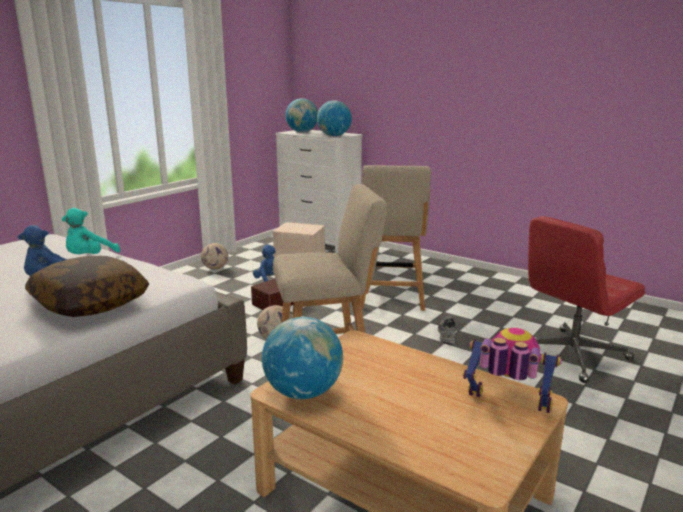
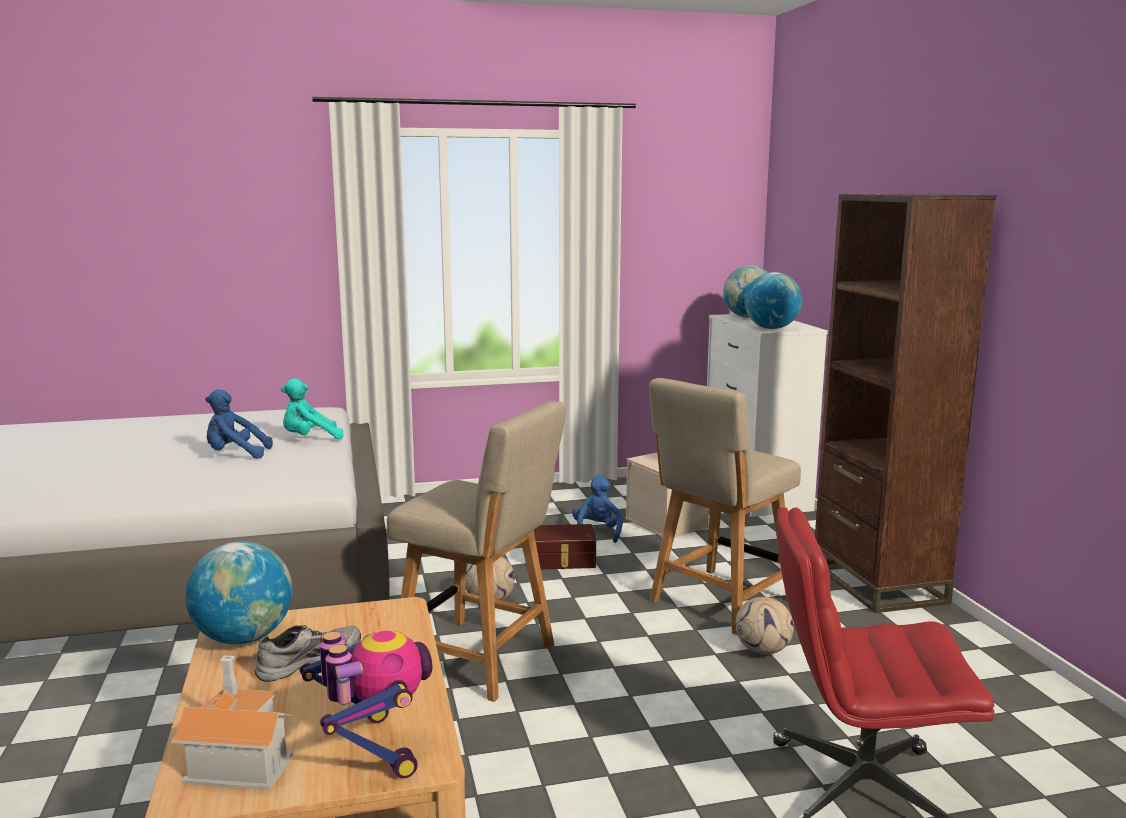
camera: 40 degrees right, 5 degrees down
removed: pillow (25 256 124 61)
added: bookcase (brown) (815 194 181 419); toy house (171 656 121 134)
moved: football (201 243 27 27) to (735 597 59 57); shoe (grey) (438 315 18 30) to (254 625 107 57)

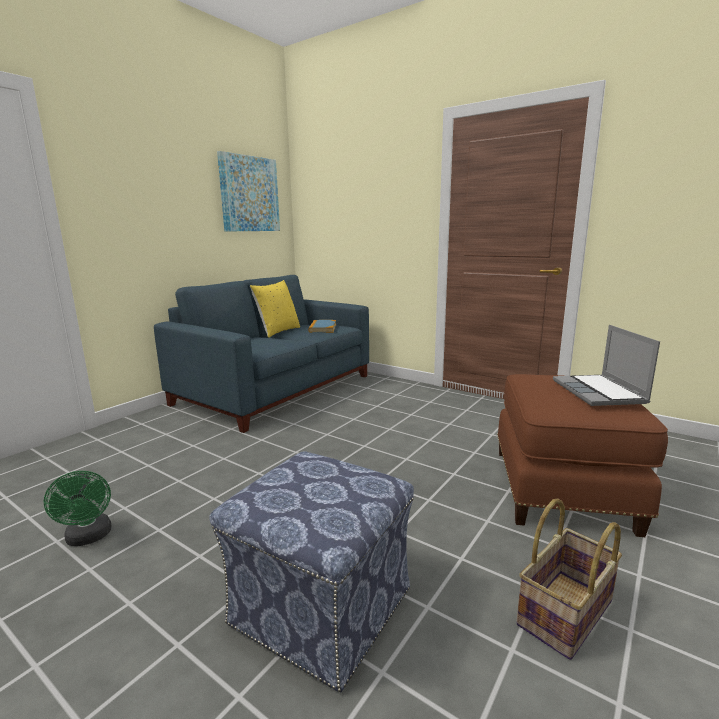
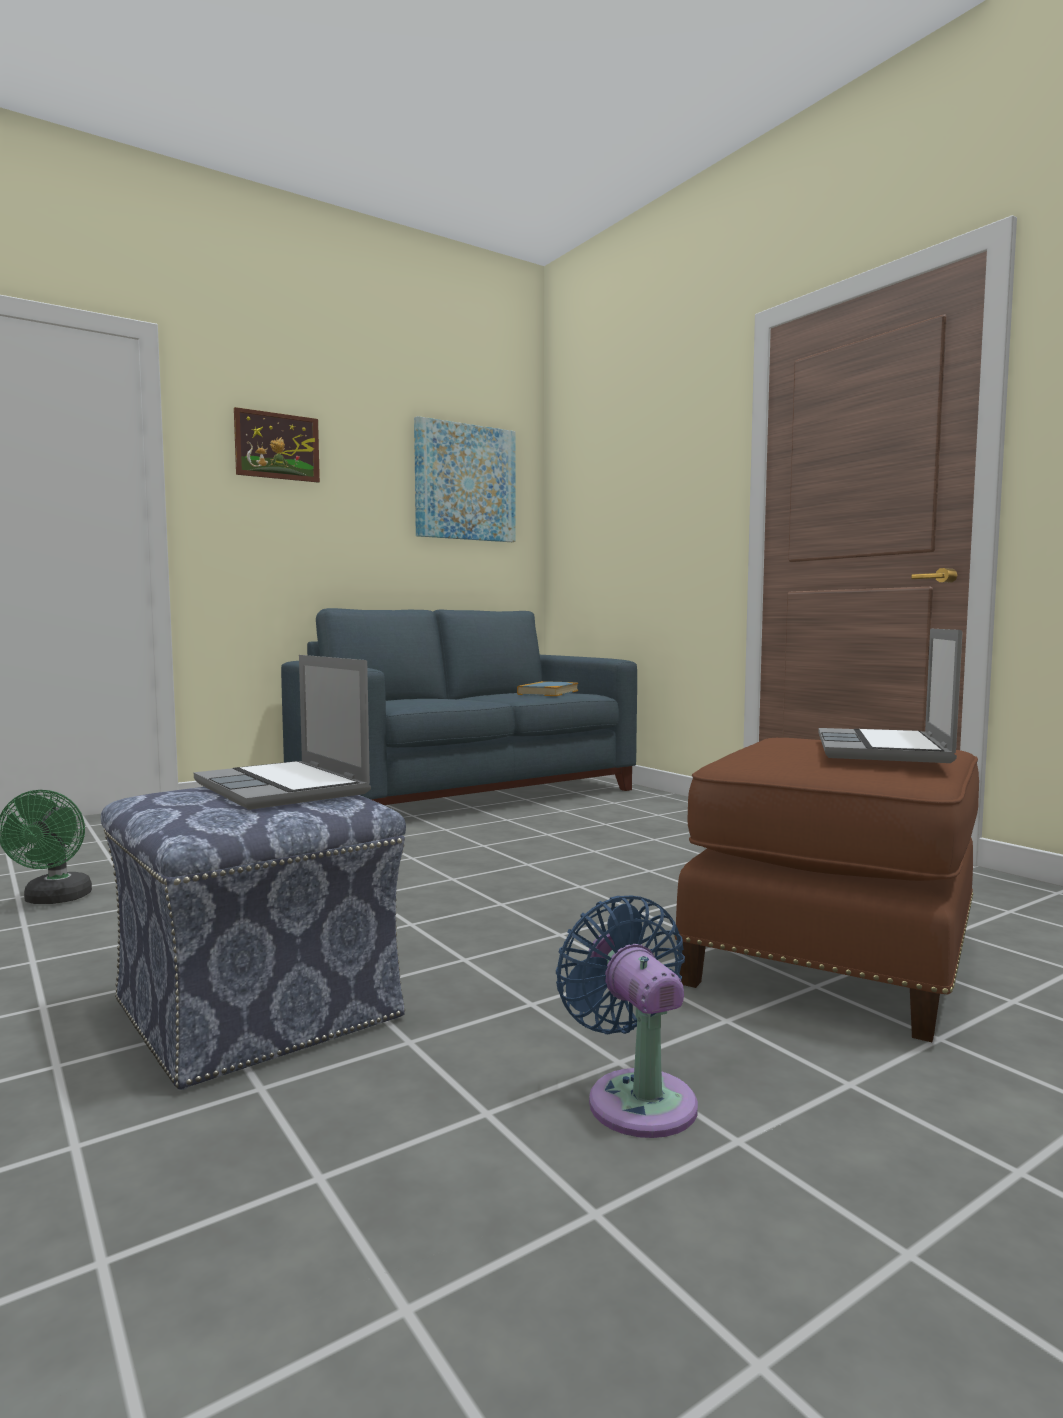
camera: 20 degrees right, 10 degrees down
removed: pillow (yellow) (250 280 50 58)
added: picture (234 407 86 76); laptop (194 655 177 155)
replaced: basket (516 499 106 161) to fan (blue) (556 896 142 242)

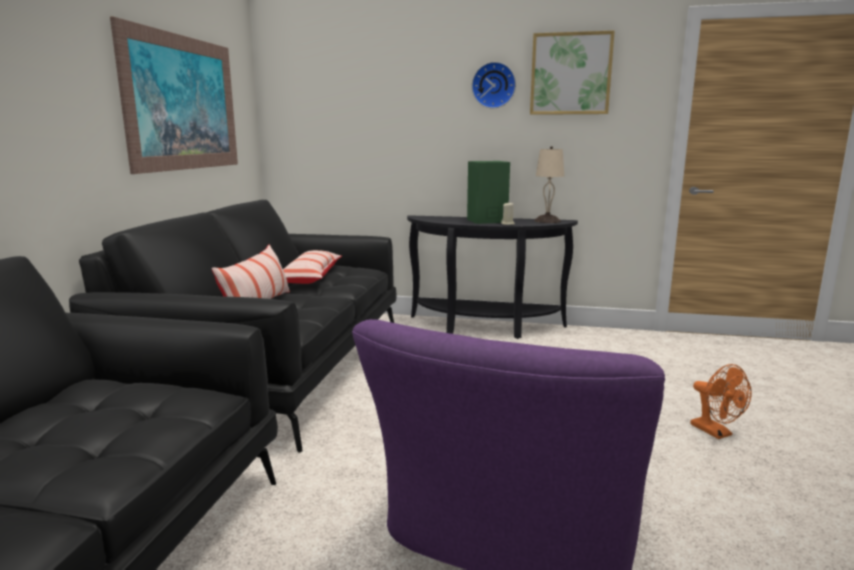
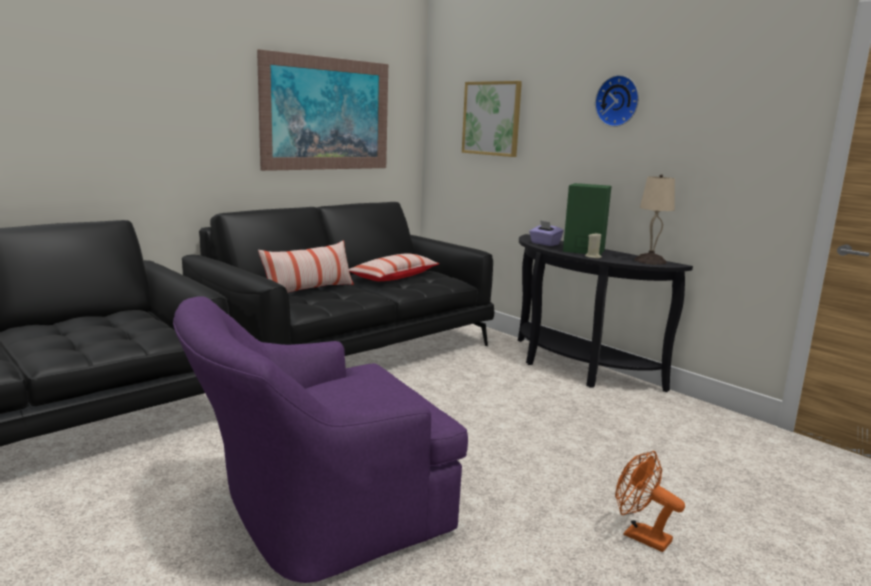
camera: 35 degrees right, 0 degrees up
added: tissue box (purple) (529 220 34 26)
moved: picture (530 30 85 85) to (462 81 60 76)
turned: fan (orange) (690 364 62 75) = (615 451 70 101) 120 degrees clockwise

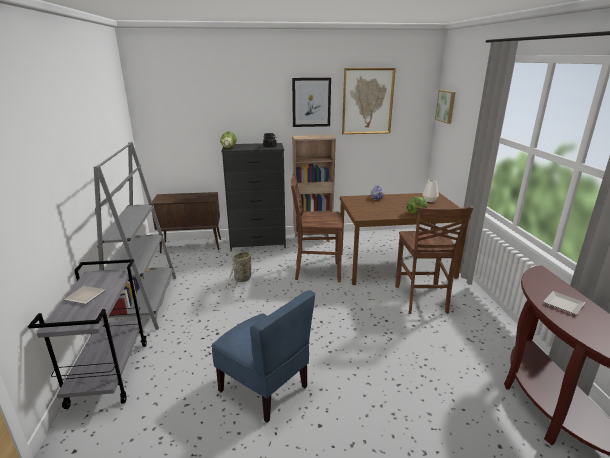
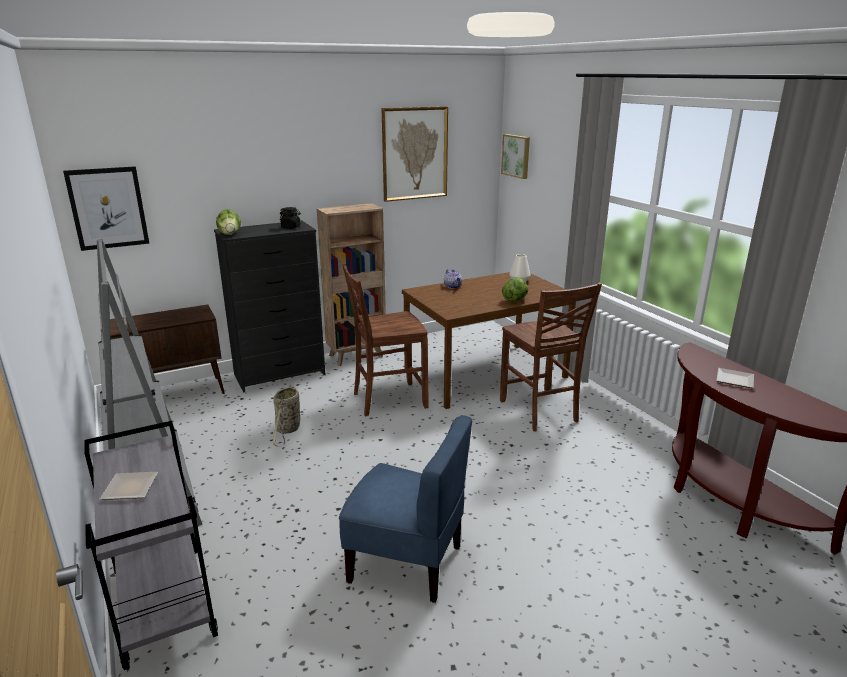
camera: 20 degrees left, 0 degrees up
moved: picture (292 78 39 49) to (63 166 86 85)

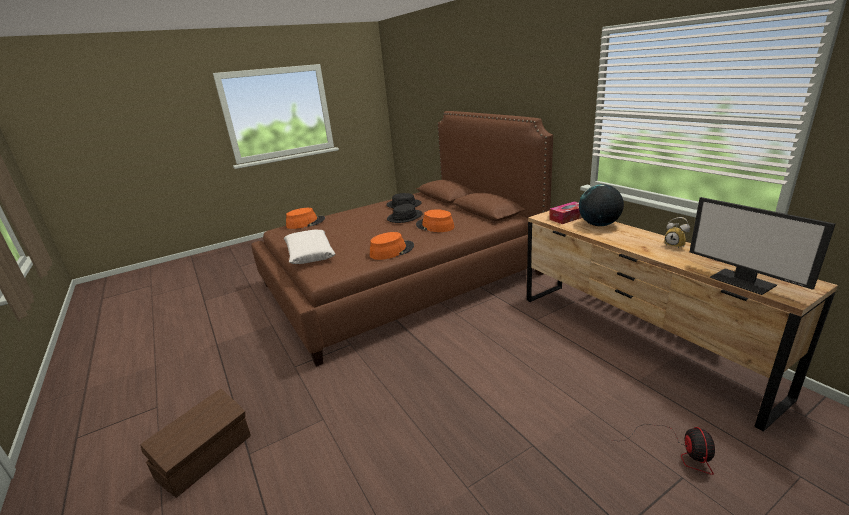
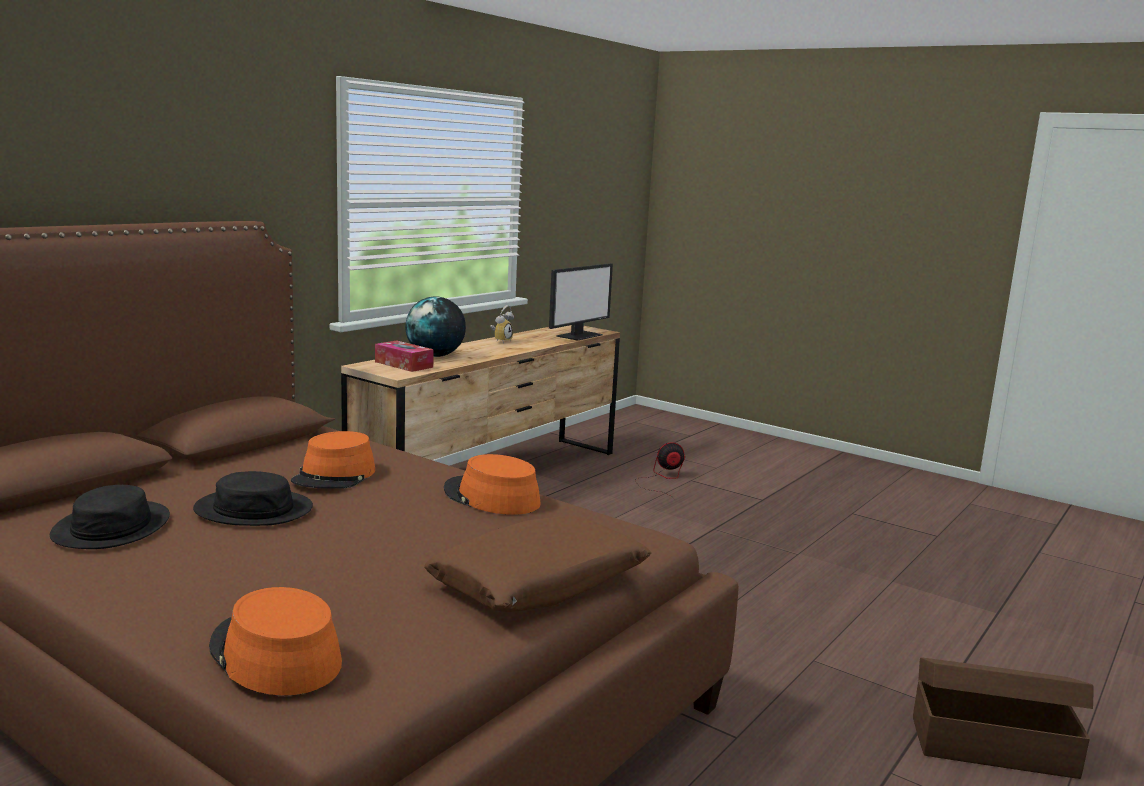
camera: 115 degrees left, 10 degrees down
recoloured: pillow (white) (284 230 51 34) to pillow (brown) (424 516 227 96)

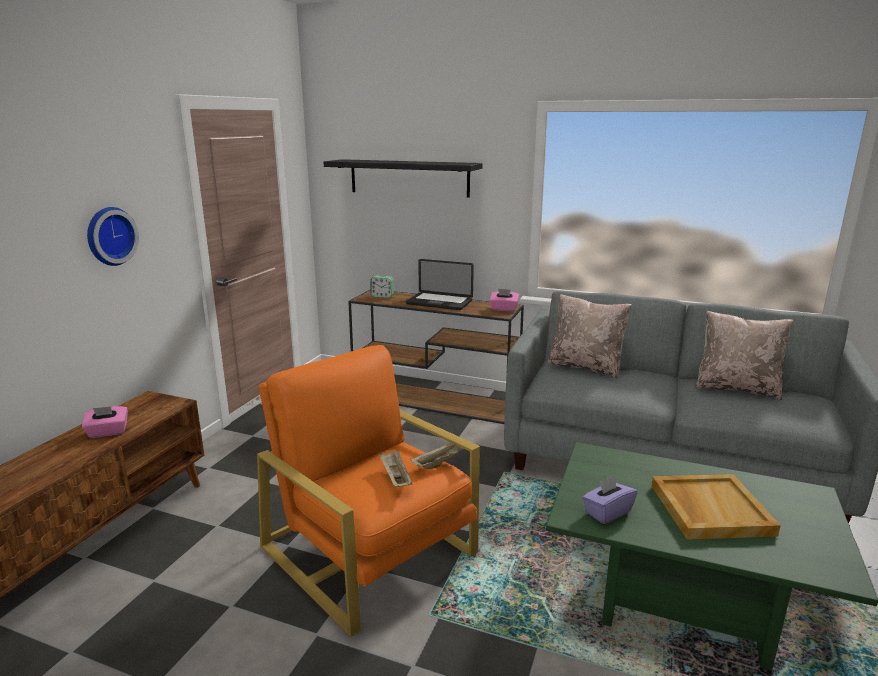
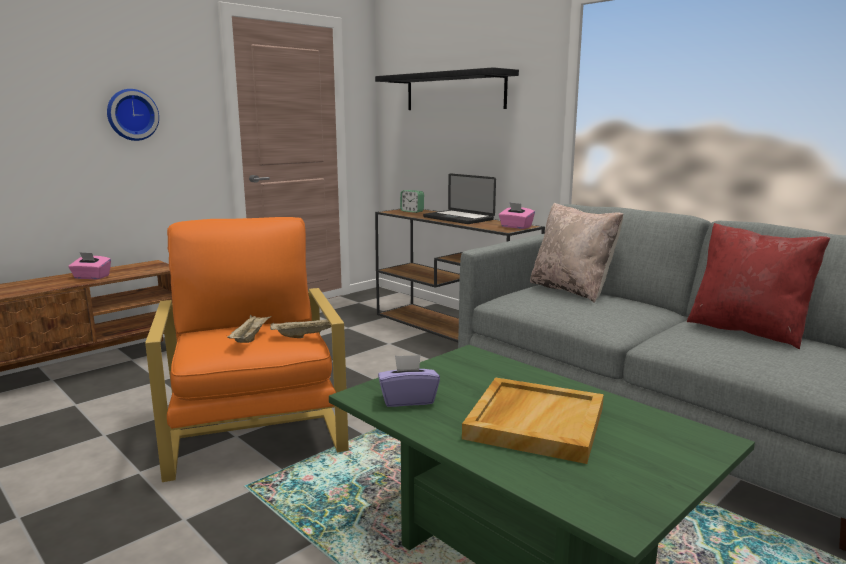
camera: 25 degrees right, 5 degrees down
recoloured: pillow (beige) (694 311 99 89) to pillow (red) (687 223 143 126)

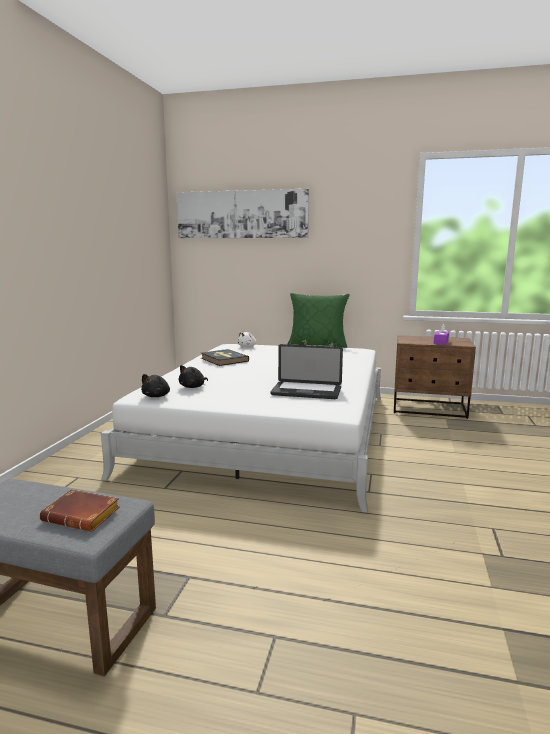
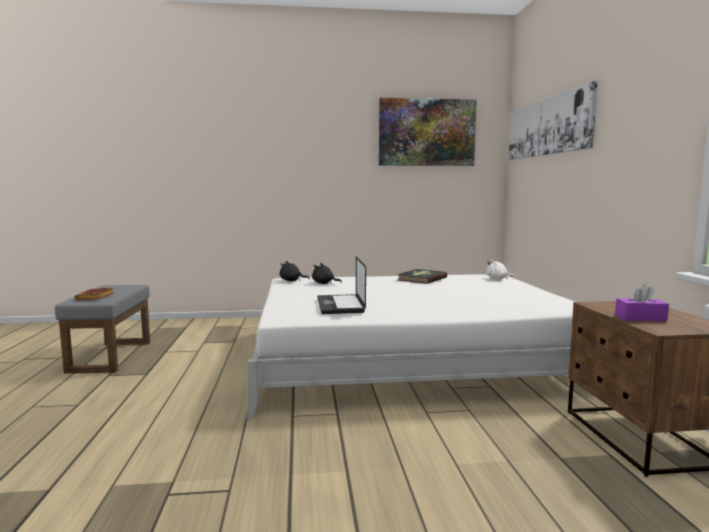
camera: 70 degrees right, 5 degrees down
removed: pillow (green) (287 293 63 55)
added: picture (379 98 98 68)

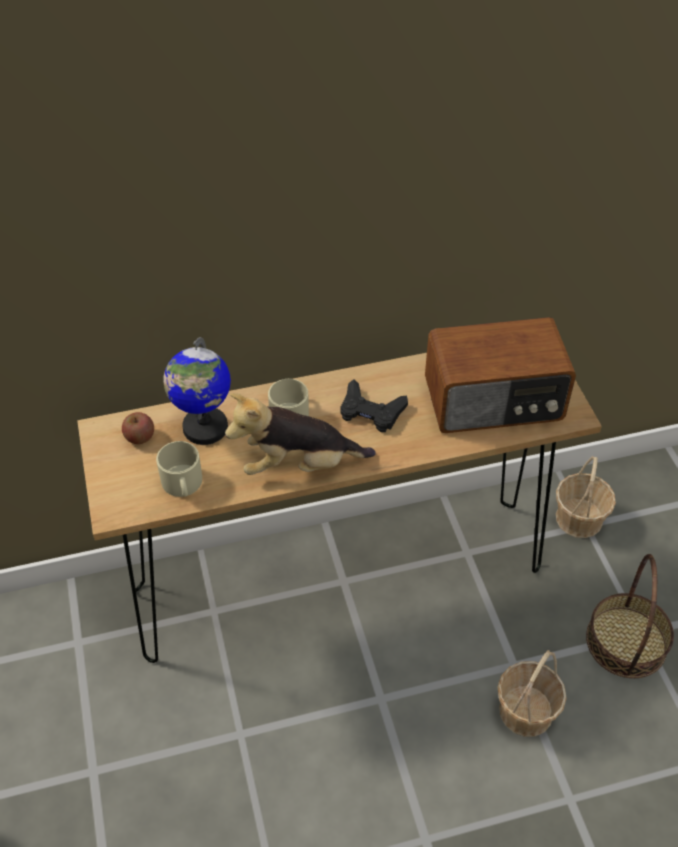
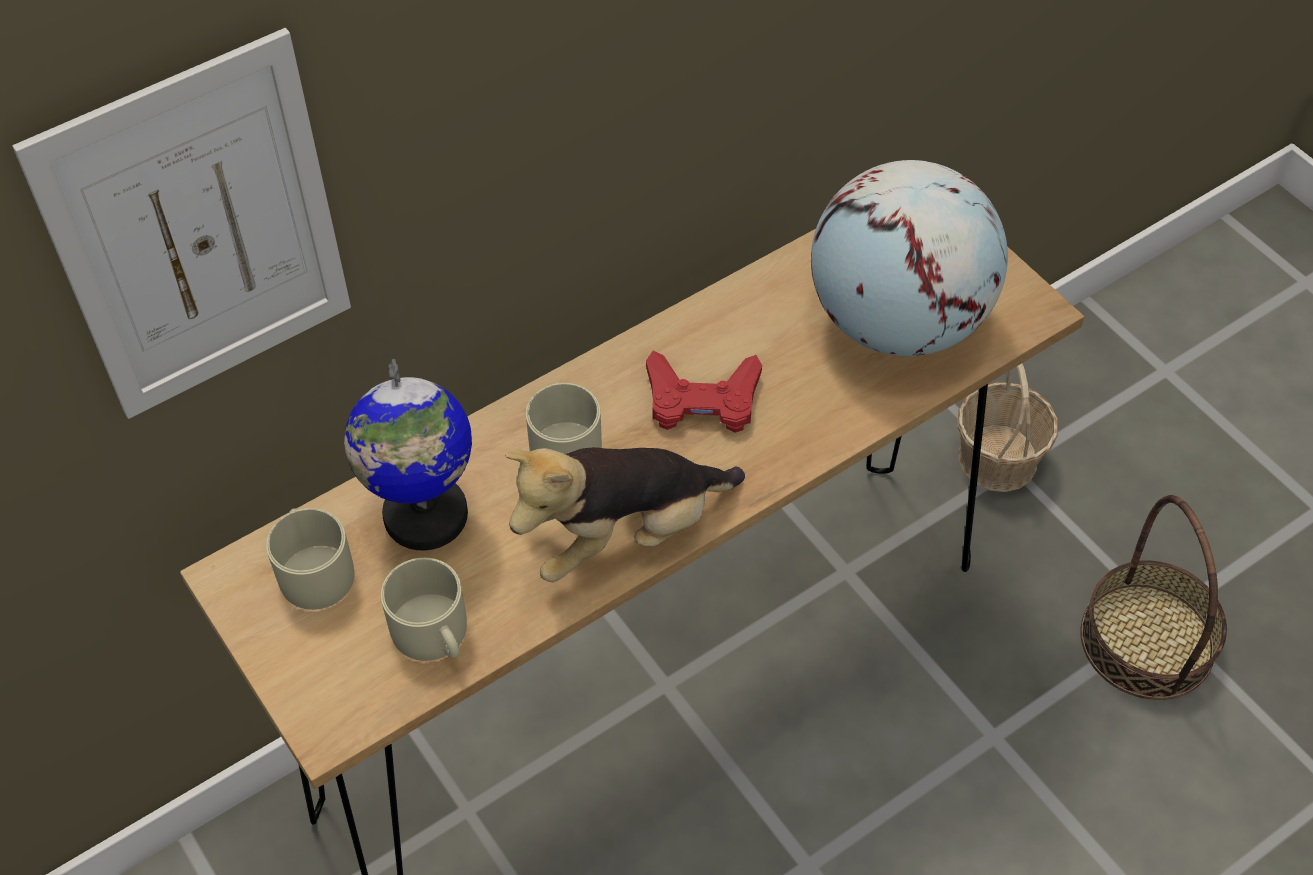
camera: 20 degrees left, 5 degrees up
removed: basket (498 650 69 87)
added: picture (12 28 339 391)
replaced: radio (425 317 151 116) to globe (811 160 197 196); apple (122 412 32 32) to mug (beige) (266 508 89 102)
recoloured: game controller (black) (341 379 67 53) to game controller (red) (646 351 116 82)

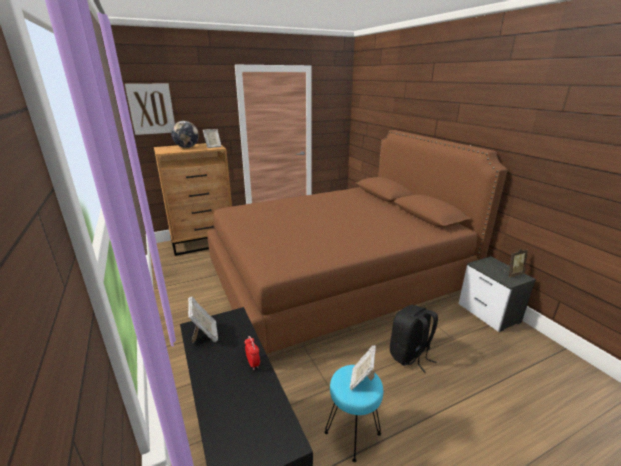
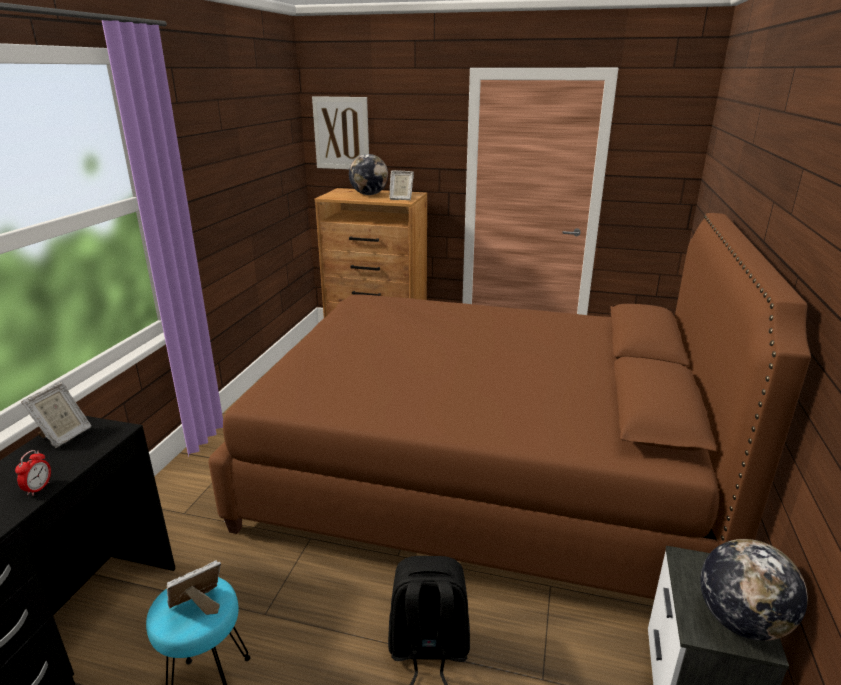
camera: 40 degrees right, 0 degrees up
replaced: picture frame (503 249 25 28) to globe (700 539 108 102)

